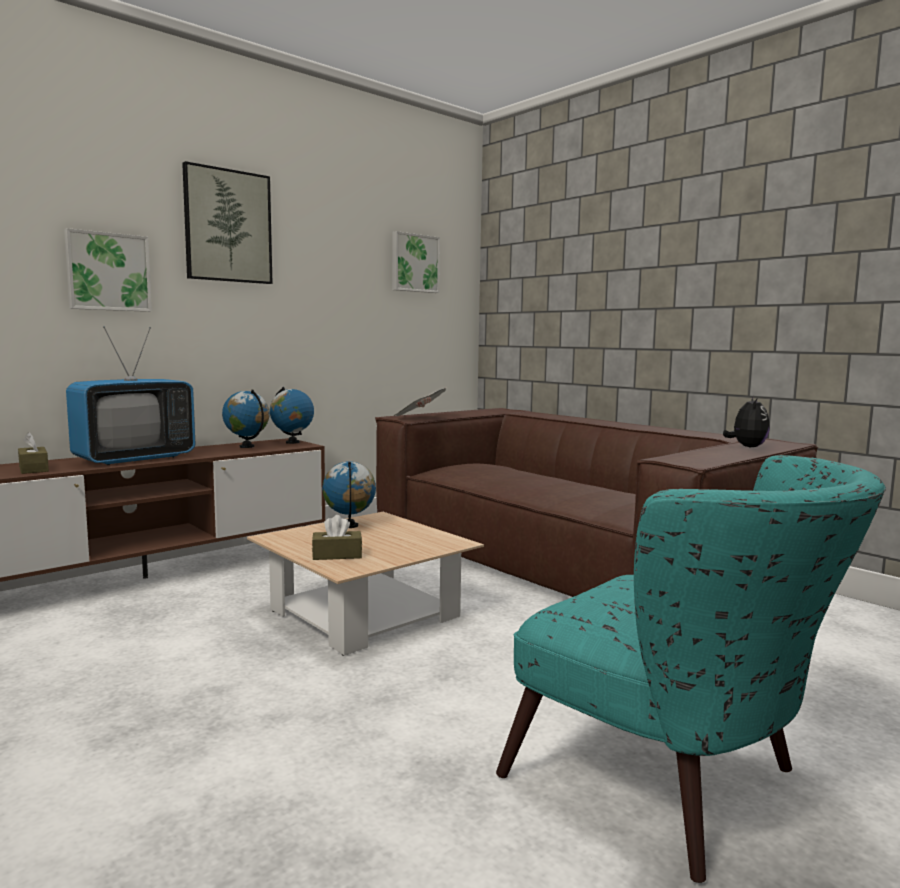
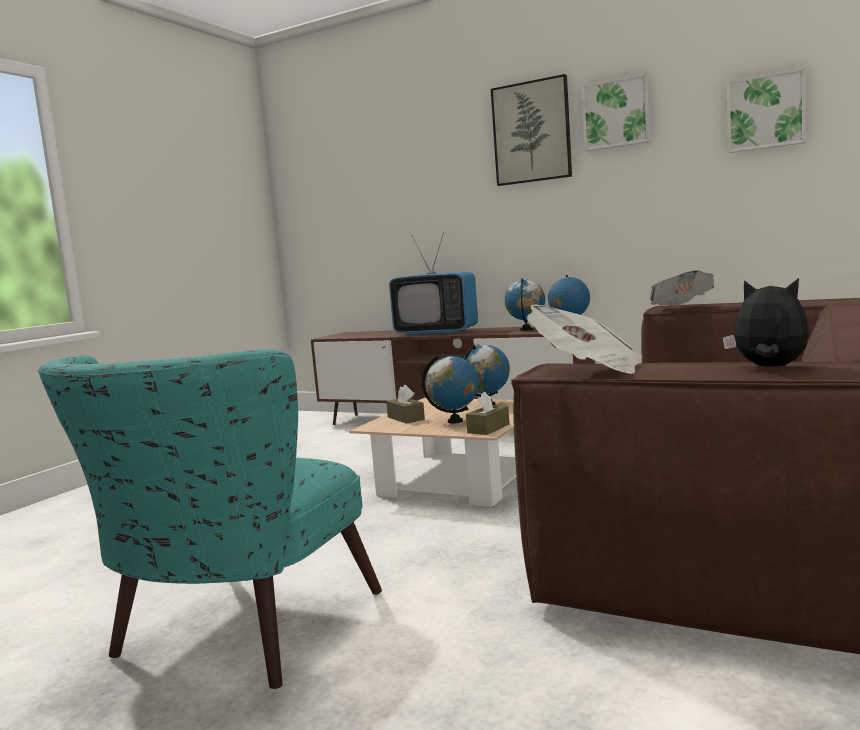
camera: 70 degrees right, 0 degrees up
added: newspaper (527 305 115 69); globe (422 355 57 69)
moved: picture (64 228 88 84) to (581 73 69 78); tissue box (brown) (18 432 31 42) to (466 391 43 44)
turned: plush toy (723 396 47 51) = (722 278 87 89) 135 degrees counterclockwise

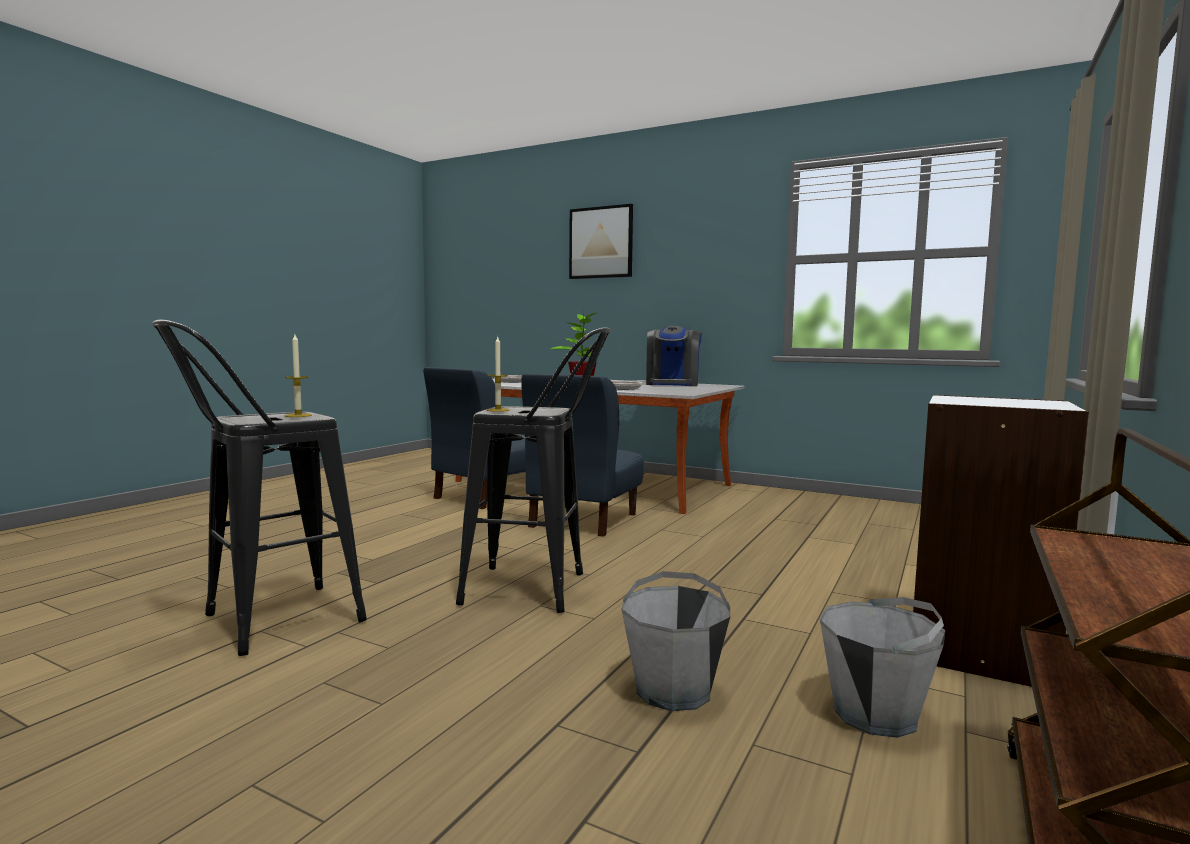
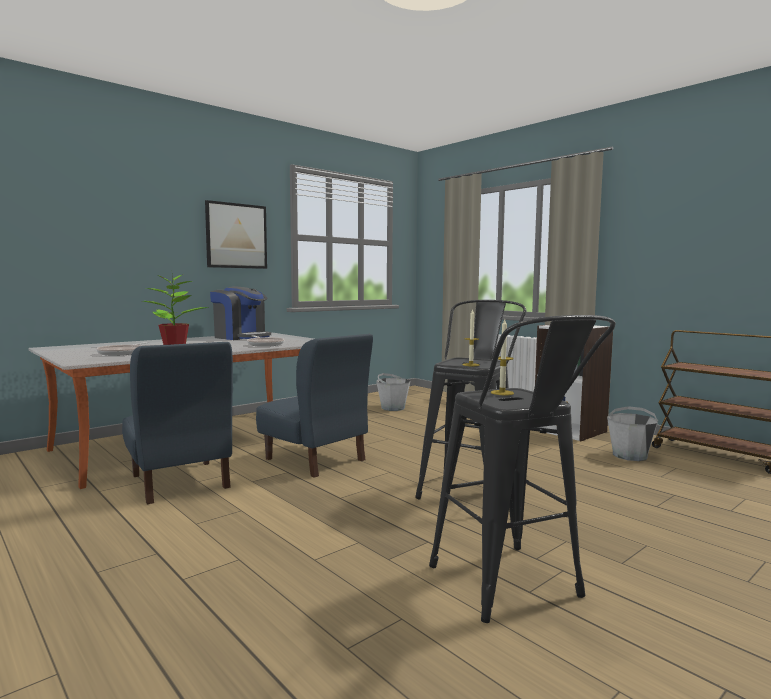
camera: 70 degrees left, 0 degrees up
moved: picture (569 204 64 75) to (205 200 62 69); bucket (grey) (621 571 109 140) to (376 373 35 38)

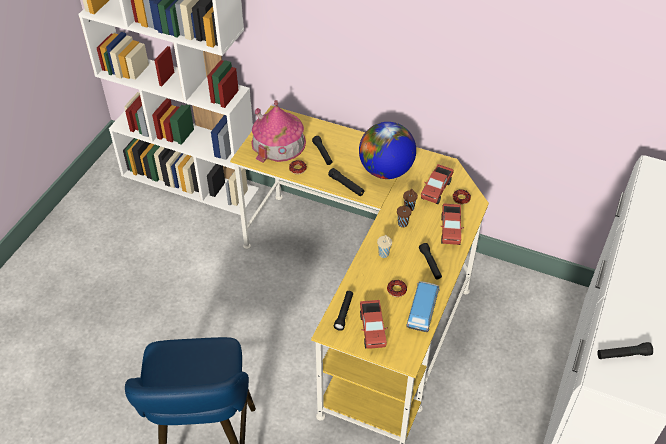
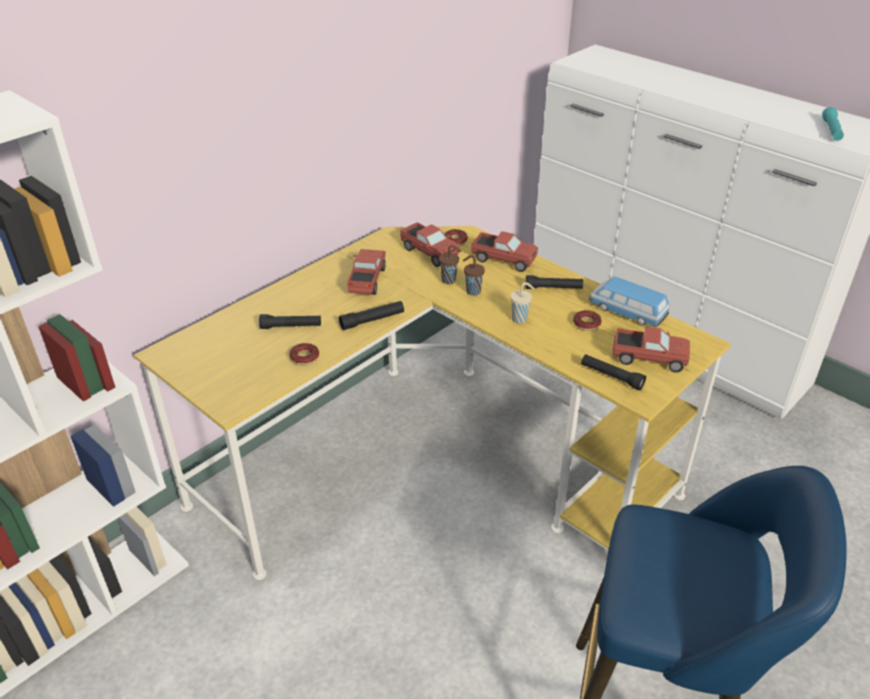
camera: 70 degrees left, 10 degrees down
removed: toy house (251 100 55 63)
replaced: globe (359 122 57 57) to toy truck (347 249 39 46)
recoloured: flashlight (black) (597 342 56 17) to flashlight (turquoise) (822 107 22 34)

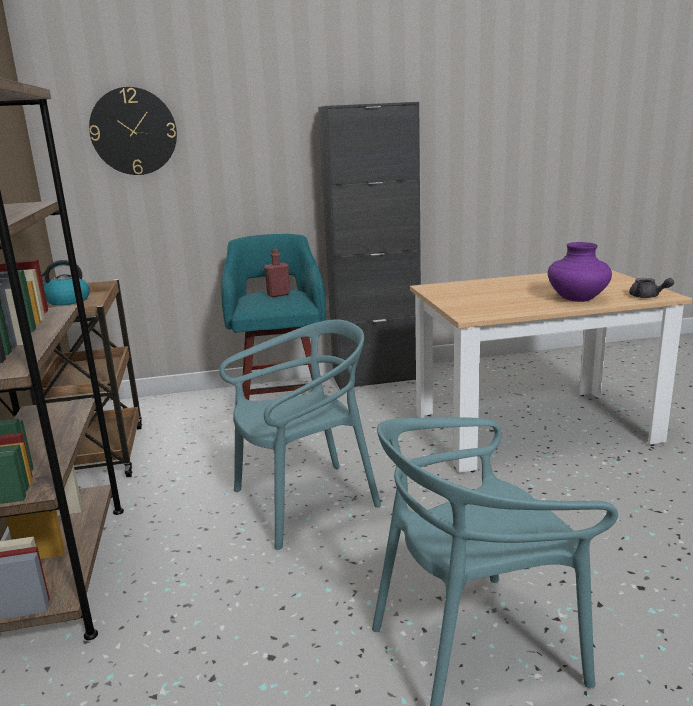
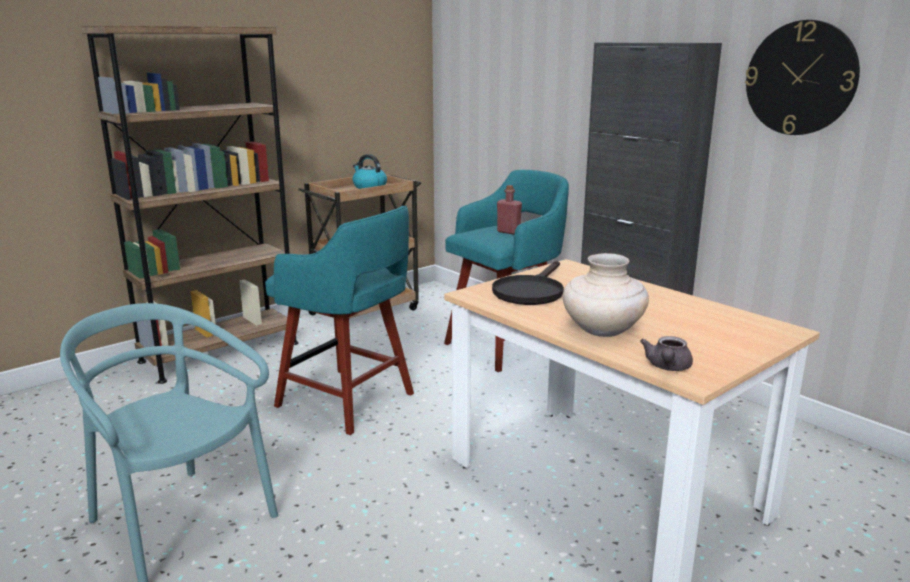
camera: 60 degrees right, 0 degrees up
added: frying pan (black) (492 261 72 44)
moved: wall clock (89 87 88 88) to (745 20 115 115)
replaced: chair (turquoise) (219 320 162 230) to stool (turquoise) (265 206 149 229)
recoloured: vase (purple) (548 242 64 60) to vase (beige) (563 253 86 84)

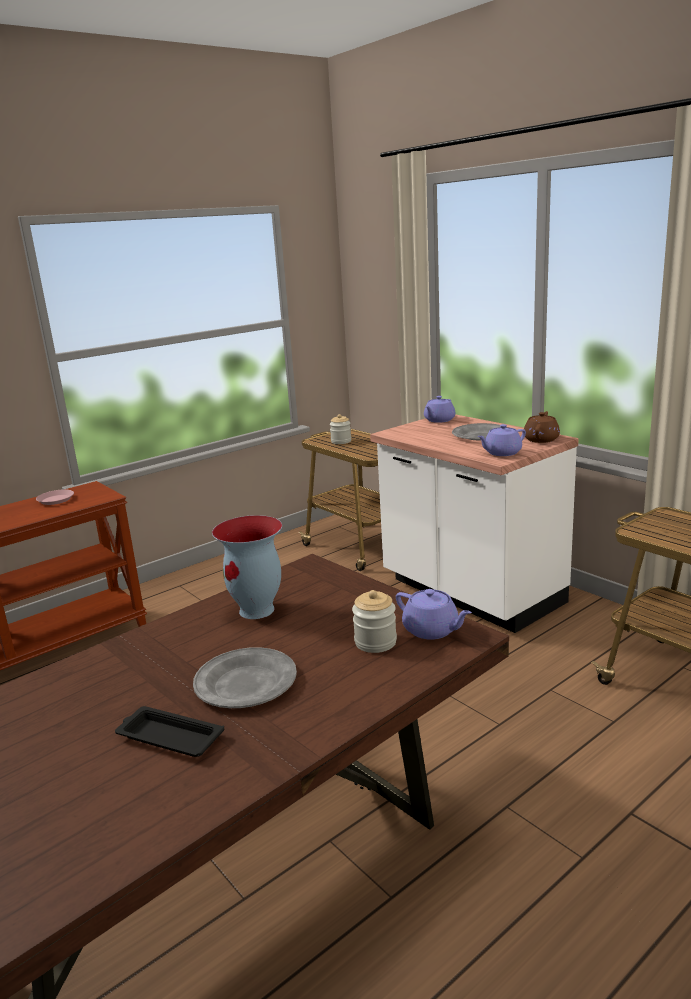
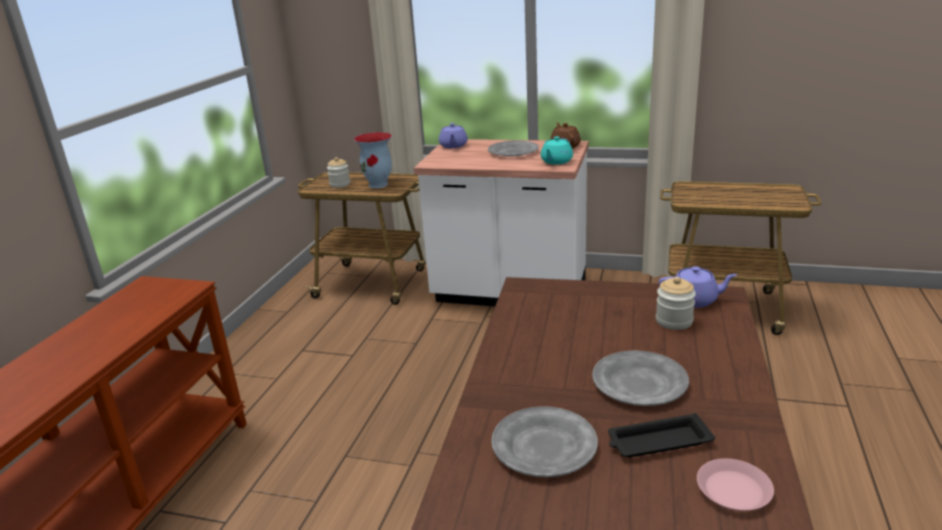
camera: 35 degrees left, 5 degrees up
added: plate (grey) (491 406 107 71)
moved: plate (pink) (36 489 38 16) to (697 459 77 52); vase (212 515 70 104) to (354 132 38 56)
recoloured: teapot (purple) (477 424 49 32) to teapot (turquoise) (541 136 32 29)

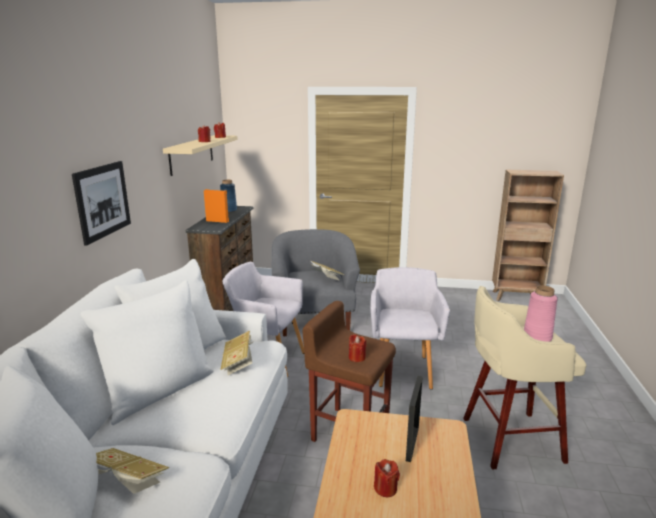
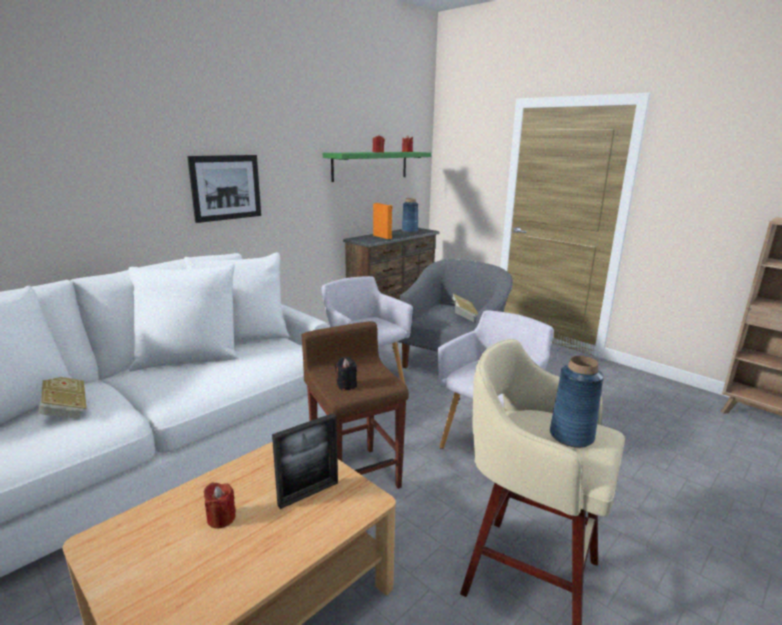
camera: 35 degrees right, 0 degrees up
removed: book (220 330 34 45)
recoloured: shelf (beige) (163 135 75 41) to shelf (green) (323 152 108 30); vase (pink) (524 285 34 57) to vase (blue) (550 356 54 92); candle (red) (349 334 17 28) to candle (black) (335 357 22 33)

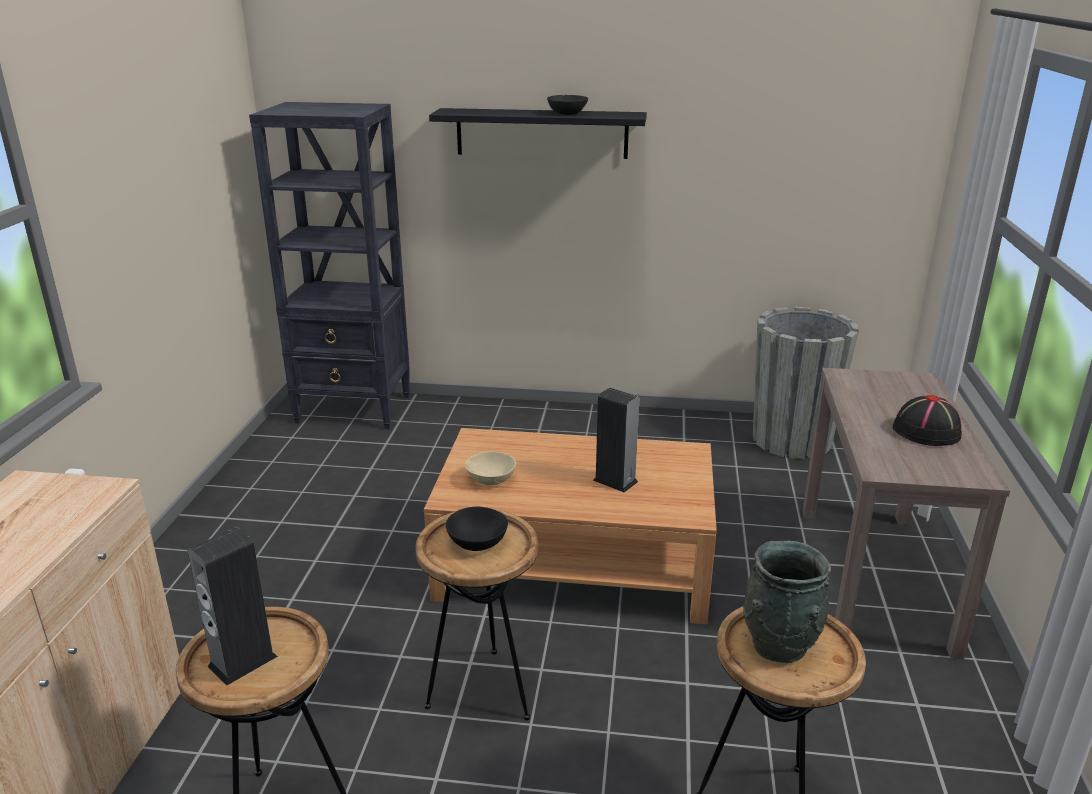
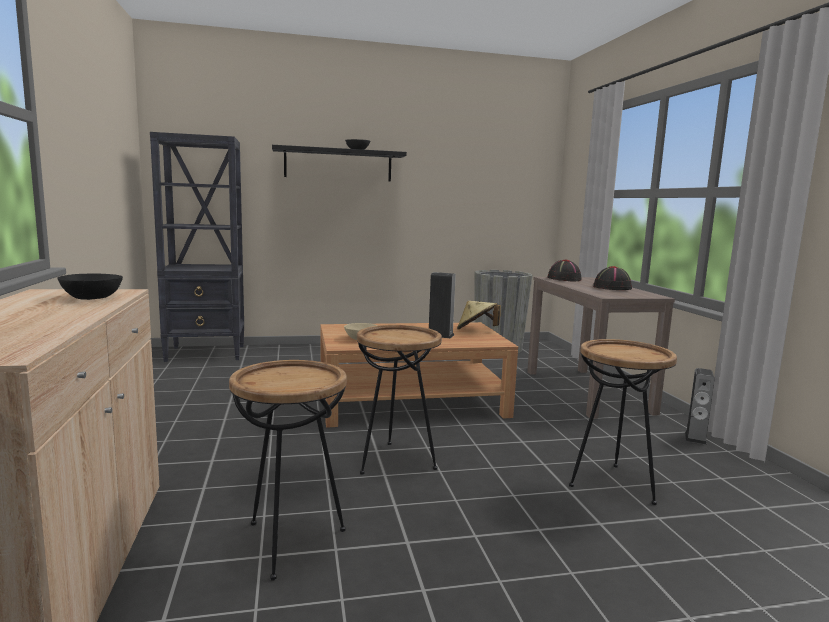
camera: 20 degrees left, 15 degrees down
removed: vase (grey) (743 541 88 122)
added: hat (black) (547 260 35 22); hat (beige) (457 301 44 29)
moved: bowl (black) (446 507 62 44) to (57 274 66 26); speaker (188 527 90 159) to (685 368 30 77)

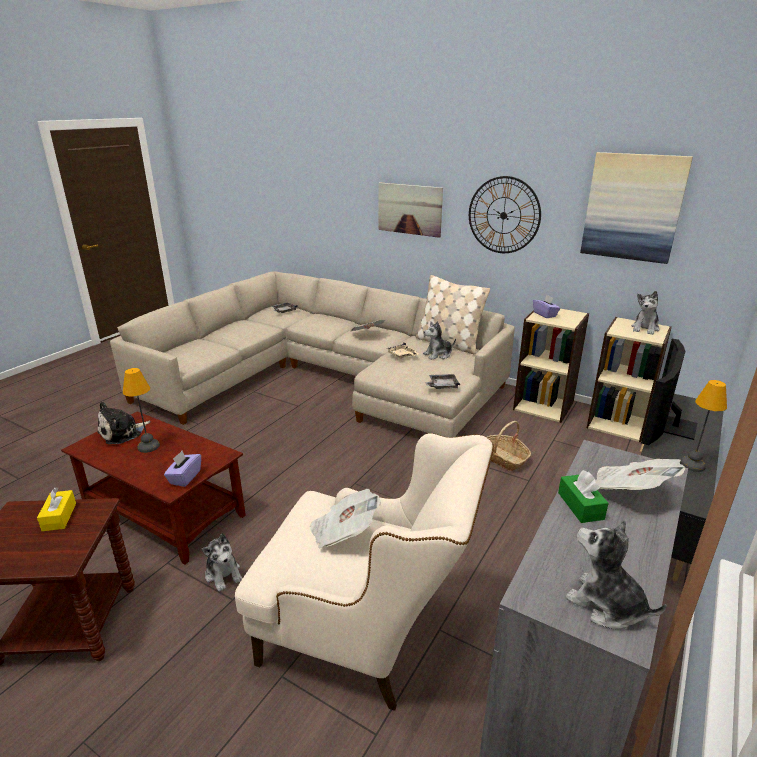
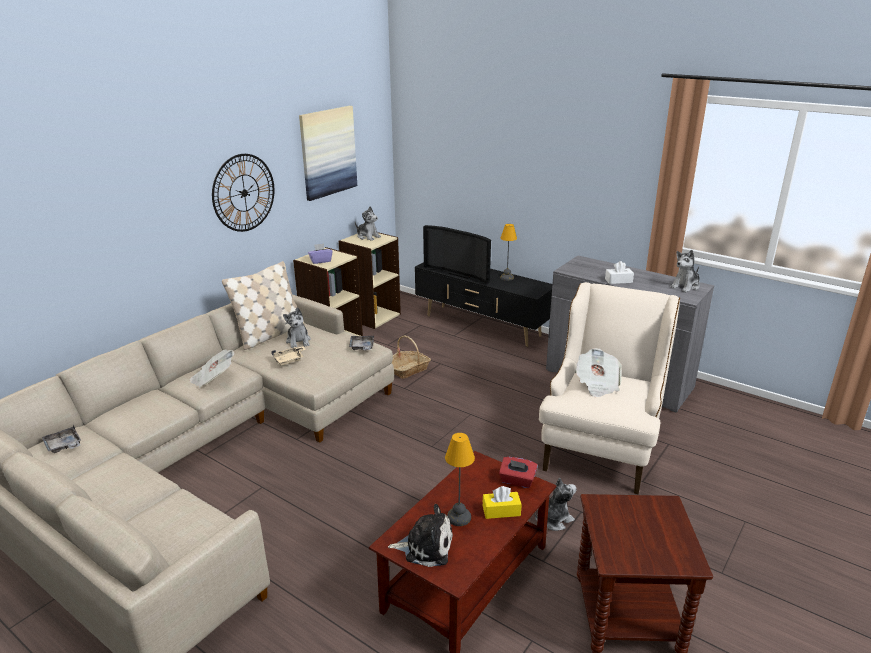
camera: 85 degrees left, 0 degrees up
removed: picture (379 183 64 55); newspaper (596 459 89 31)
moved: tissue box (yellow) (37 487 39 44) to (483 486 39 33)
recoloured: tissue box (purple) (164 451 37 36) to tissue box (red) (499 457 39 31); tissue box (green) (558 470 51 53) to tissue box (white) (605 261 29 23)
turned: plush toy (97 402 53 42) = (388 504 65 63) 45 degrees counterclockwise

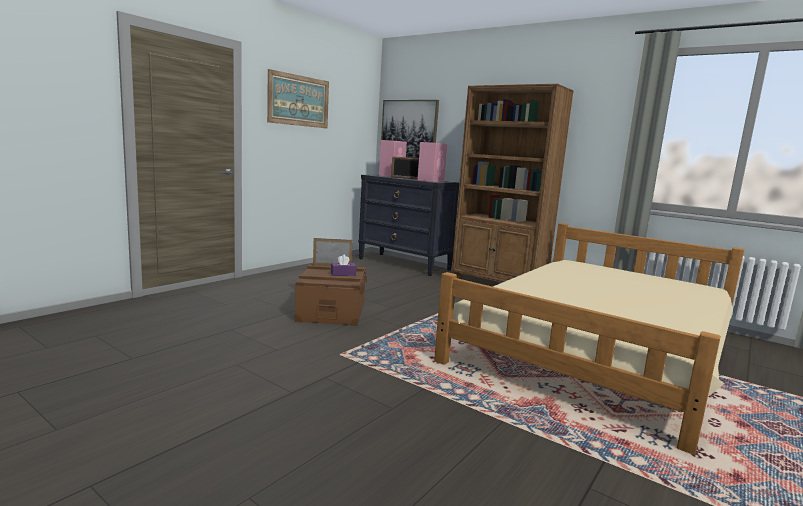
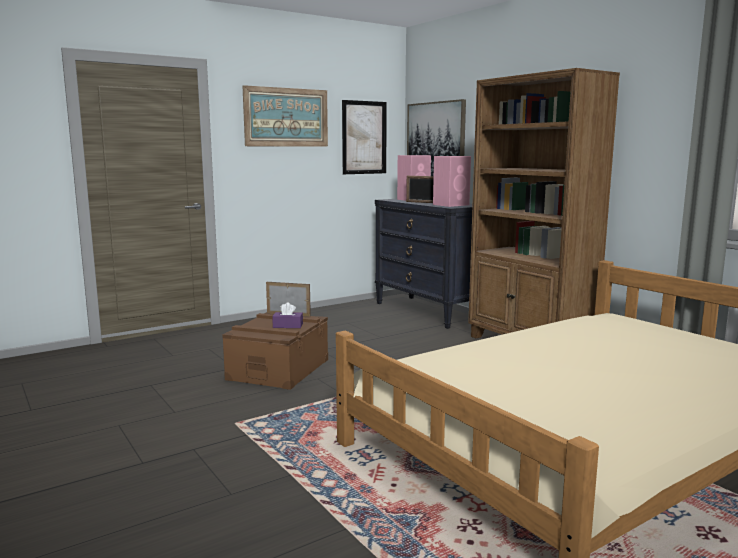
camera: 20 degrees right, 0 degrees up
added: picture (342 100 45 74)

